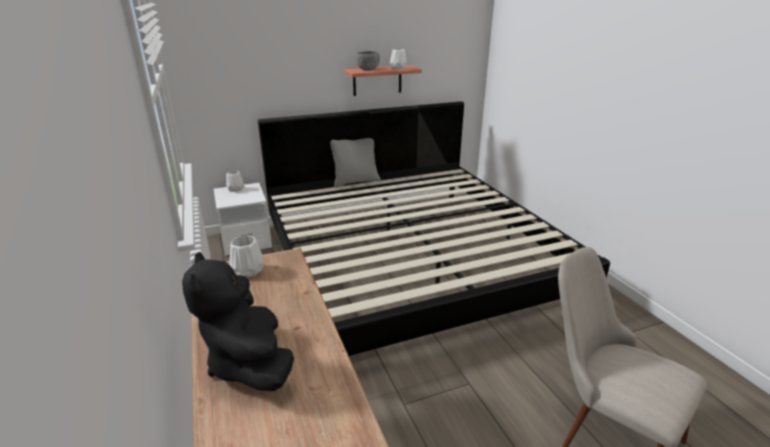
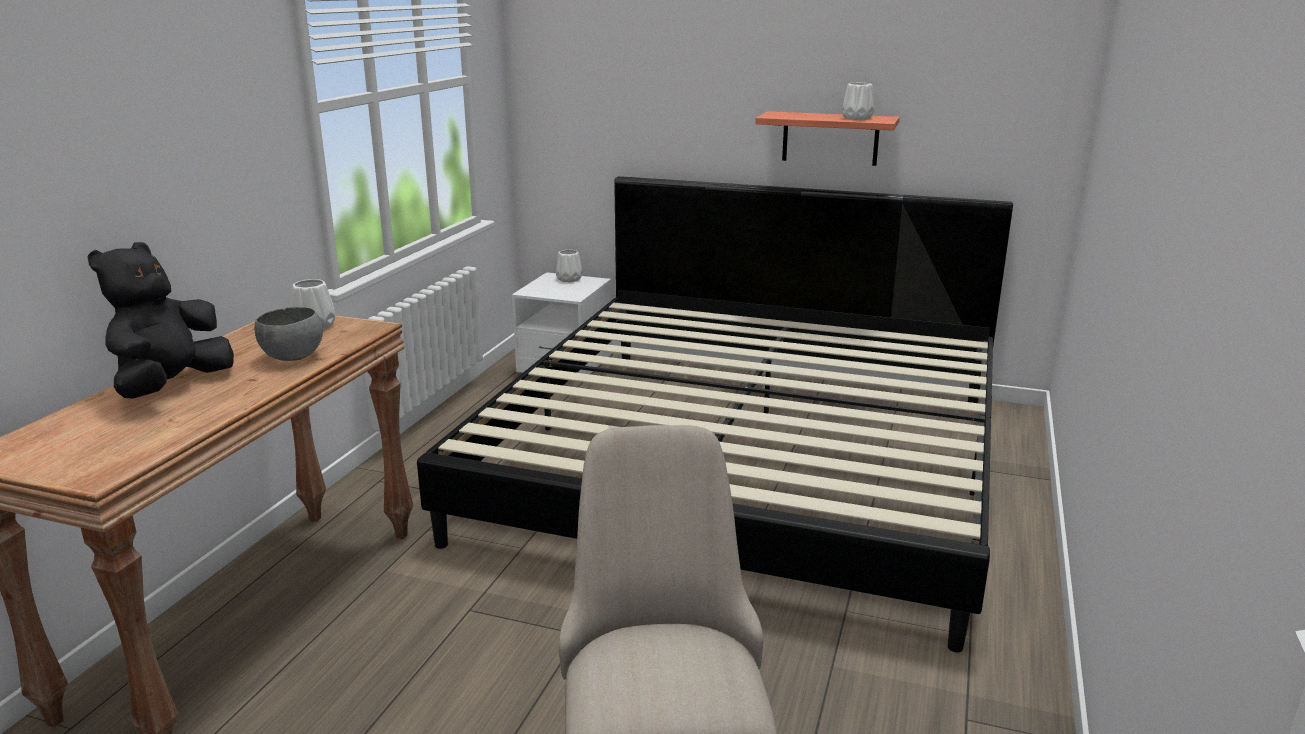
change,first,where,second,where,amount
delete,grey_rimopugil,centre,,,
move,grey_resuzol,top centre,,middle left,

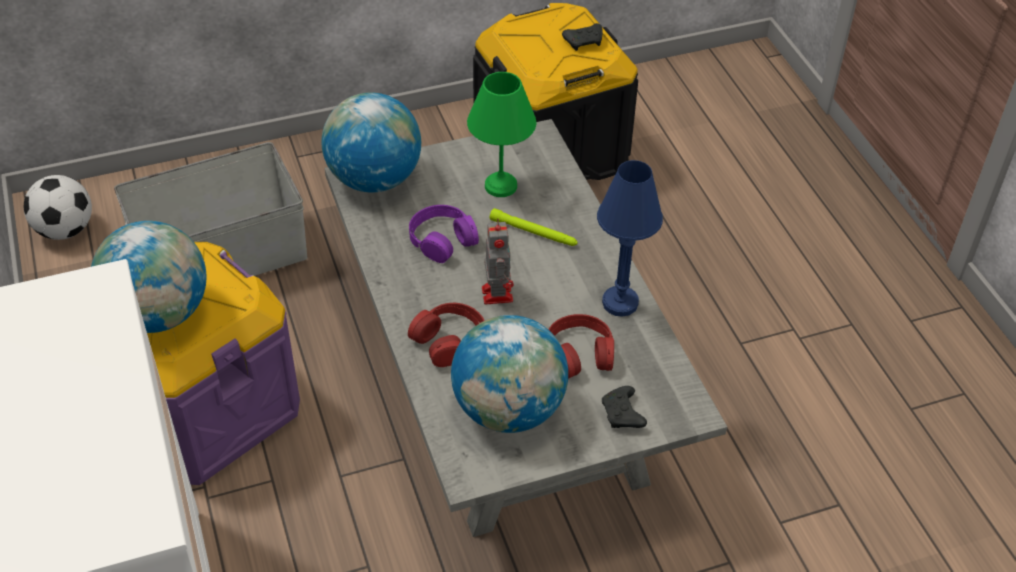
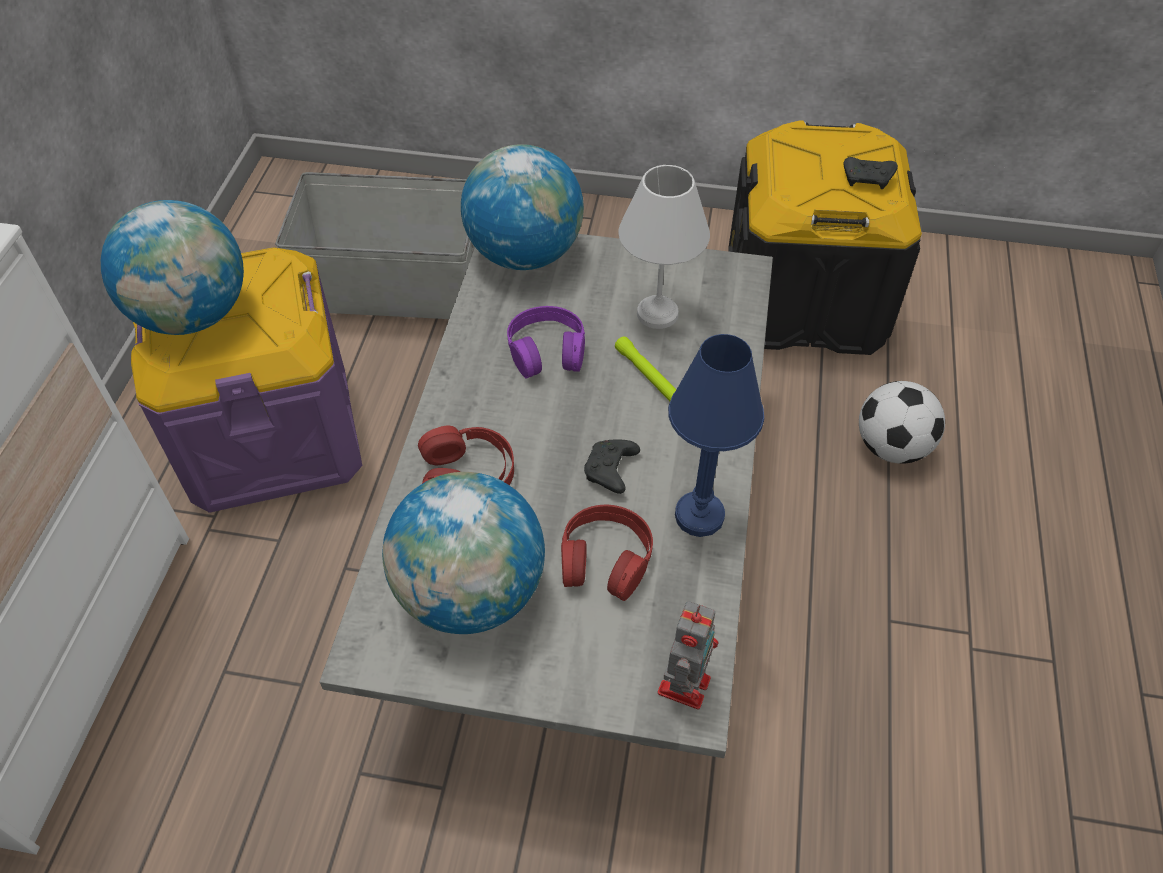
change,first,where,second,where,amount
move,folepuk,middle left,,middle right,
move,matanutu,centre,,bottom centre,
move,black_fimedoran (2nd from left in the first image),bottom centre,black_fimedoran (1st from left),centre,
recolor,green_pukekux,top centre,white_pukekux,top centre,

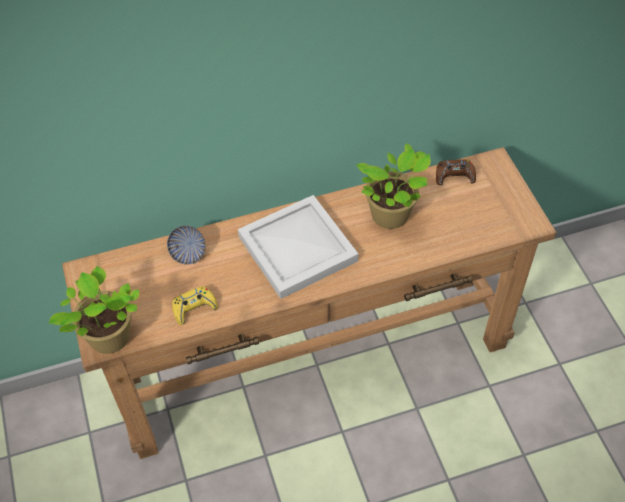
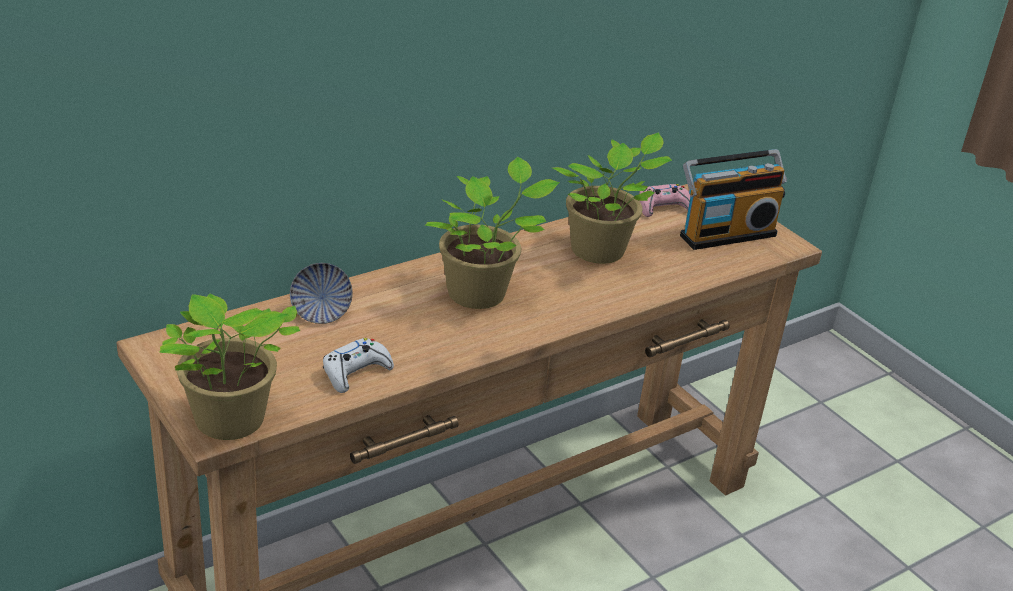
change,first,where,second,where,amount
insert,,,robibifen,middle right,
replace,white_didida,centre,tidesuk (2nd from left),centre,
recolor,yellow_fimedoran,middle left,white_fimedoran,centre,
recolor,brown_fimedoran,middle right,pink_fimedoran,centre,

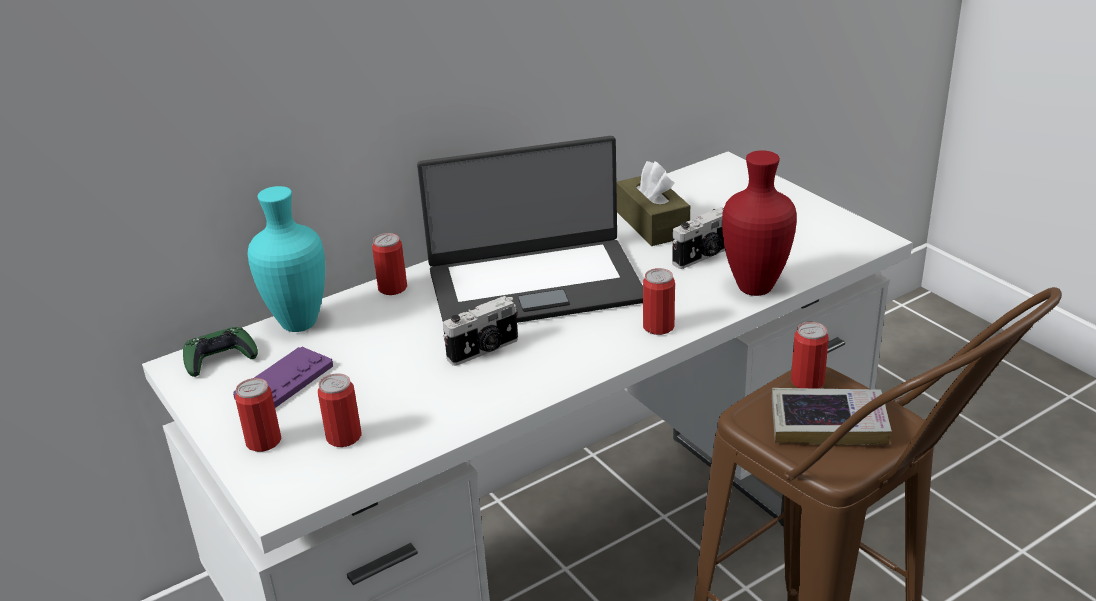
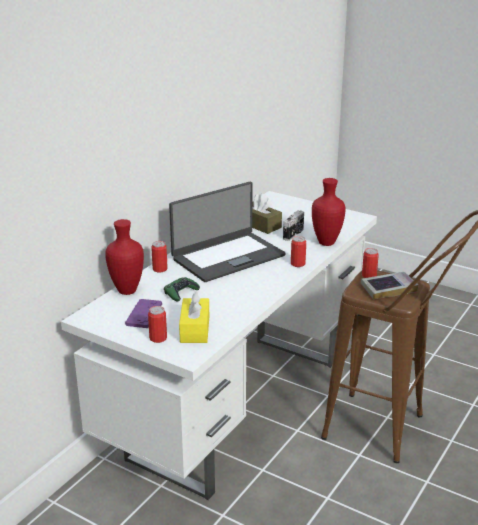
change,first,where,second,where,amount
delete,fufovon (1st from left),centre,,,
move,green_fimedoran,middle left,,centre,
replace,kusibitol (2nd from left),bottom left,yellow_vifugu,centre,
recolor,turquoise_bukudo,middle left,red_bukudo (1st from left),middle left,

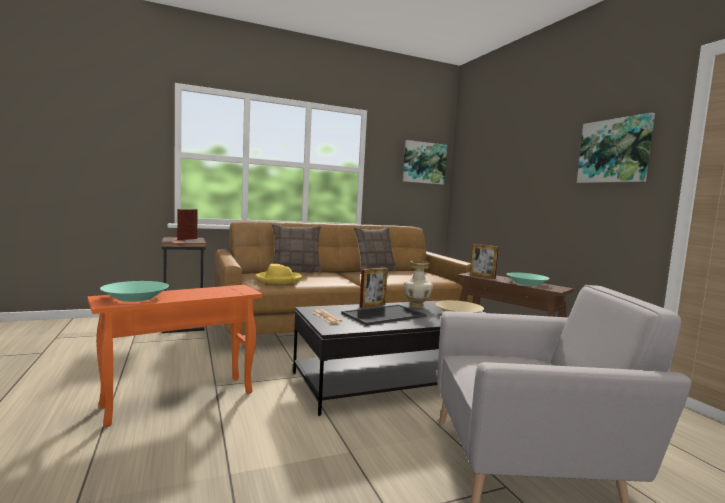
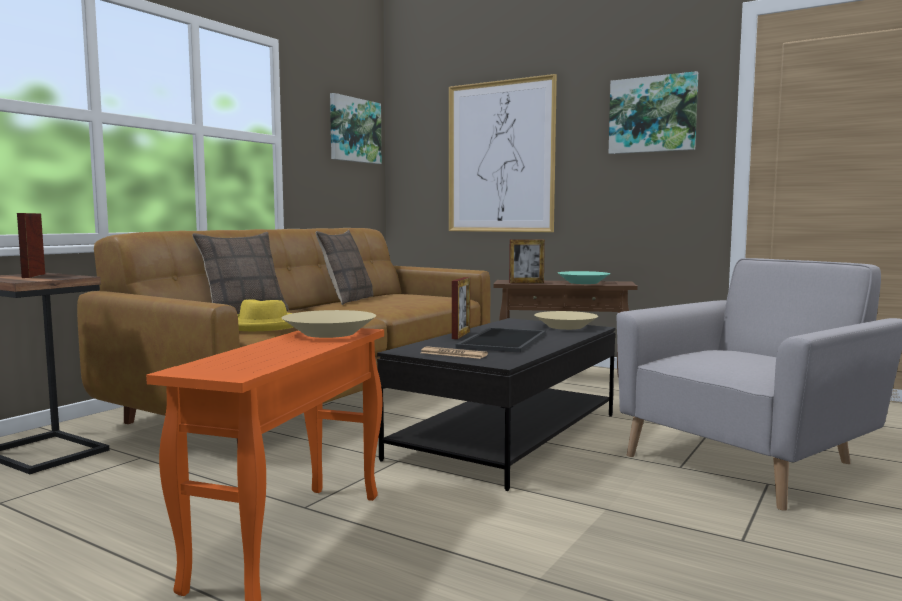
change,first,where,second,where,amount
delete,turquoise_resuzol (1st from left),middle left,,,
delete,bukudo,centre,,,
insert,,,beige_resuzol (1st from left),centre,
insert,,,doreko (2nd from left),top centre,

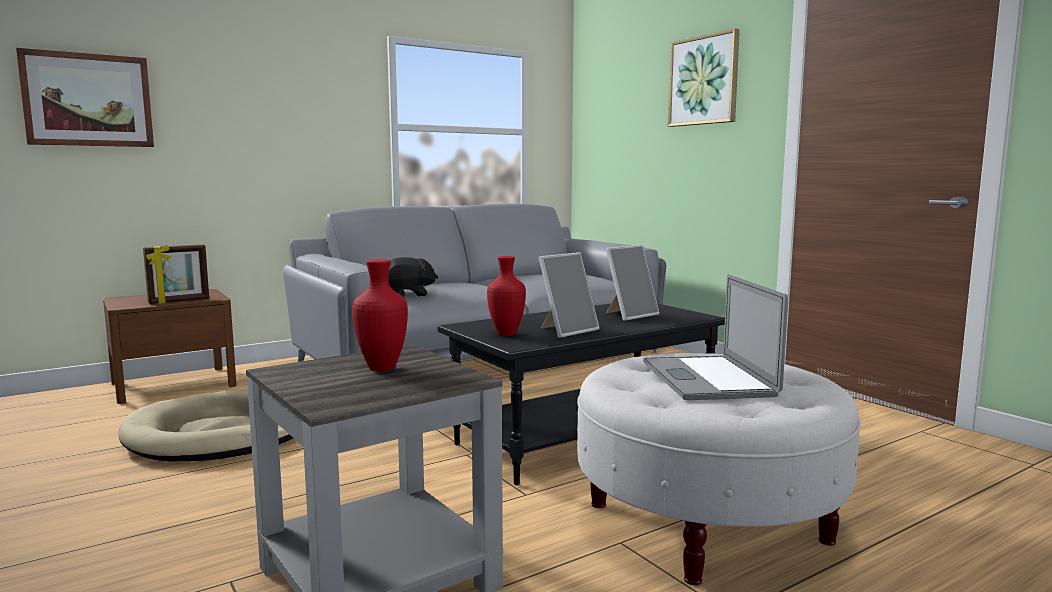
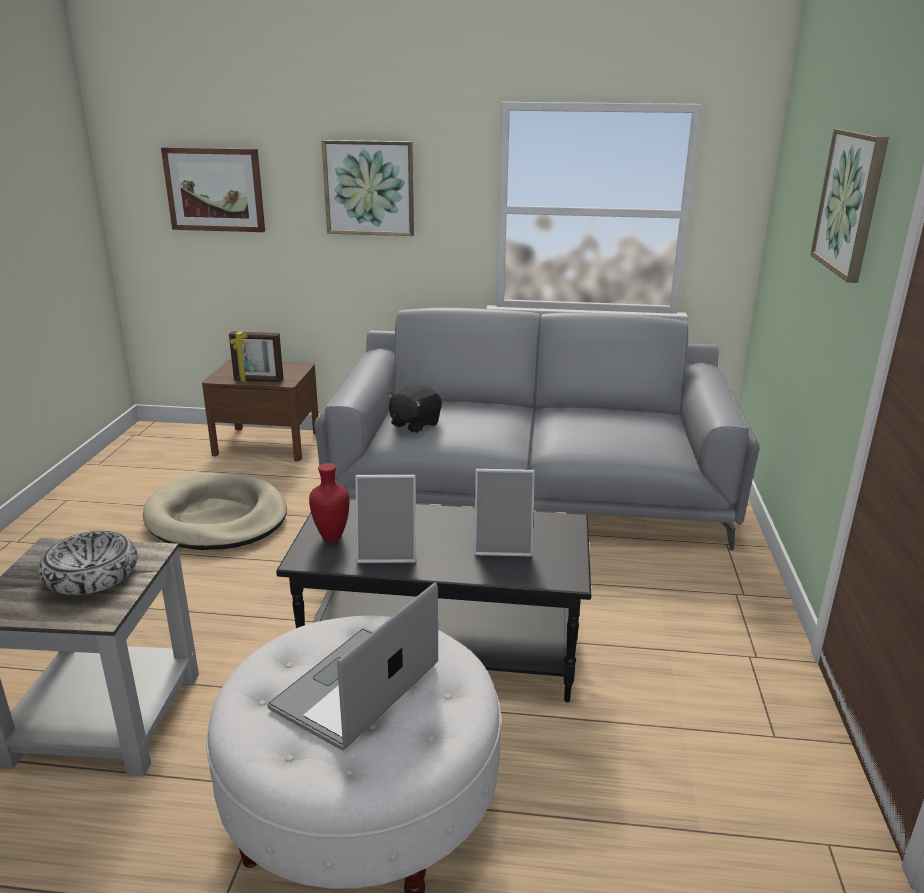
change,first,where,second,where,amount
insert,,,doreko (2nd from left),top centre,
replace,red_bukudo (1st from left),centre,resuzol,middle left,
rotate,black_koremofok,centre,,centre,105 degrees clockwise

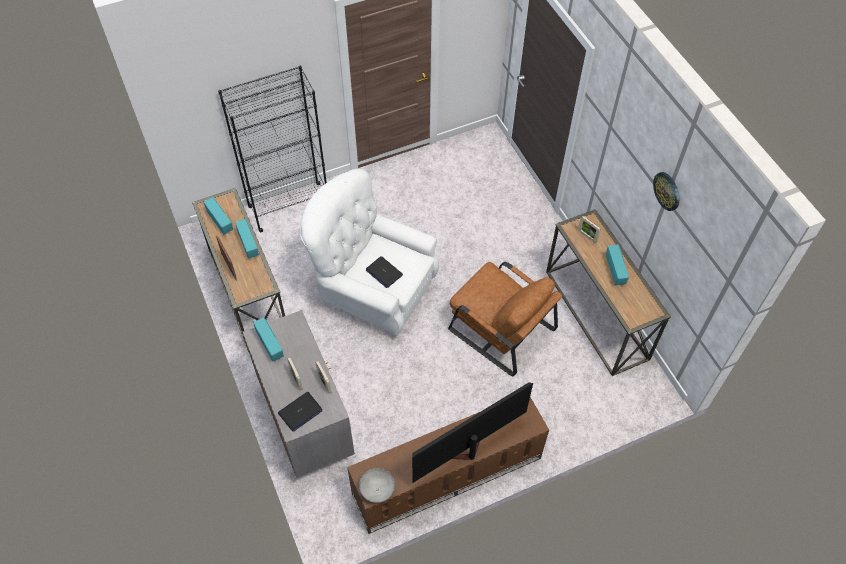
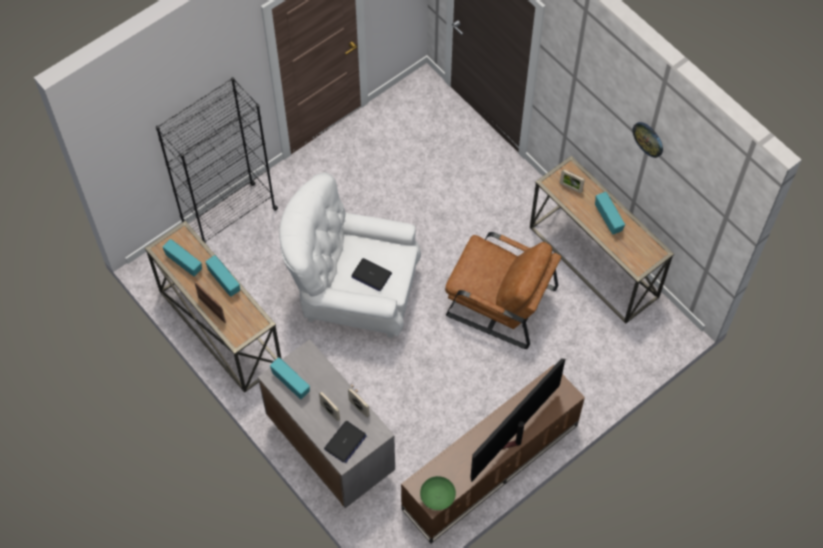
change,first,where,second,where,amount
recolor,grey_resuzol,bottom centre,green_resuzol,bottom centre,

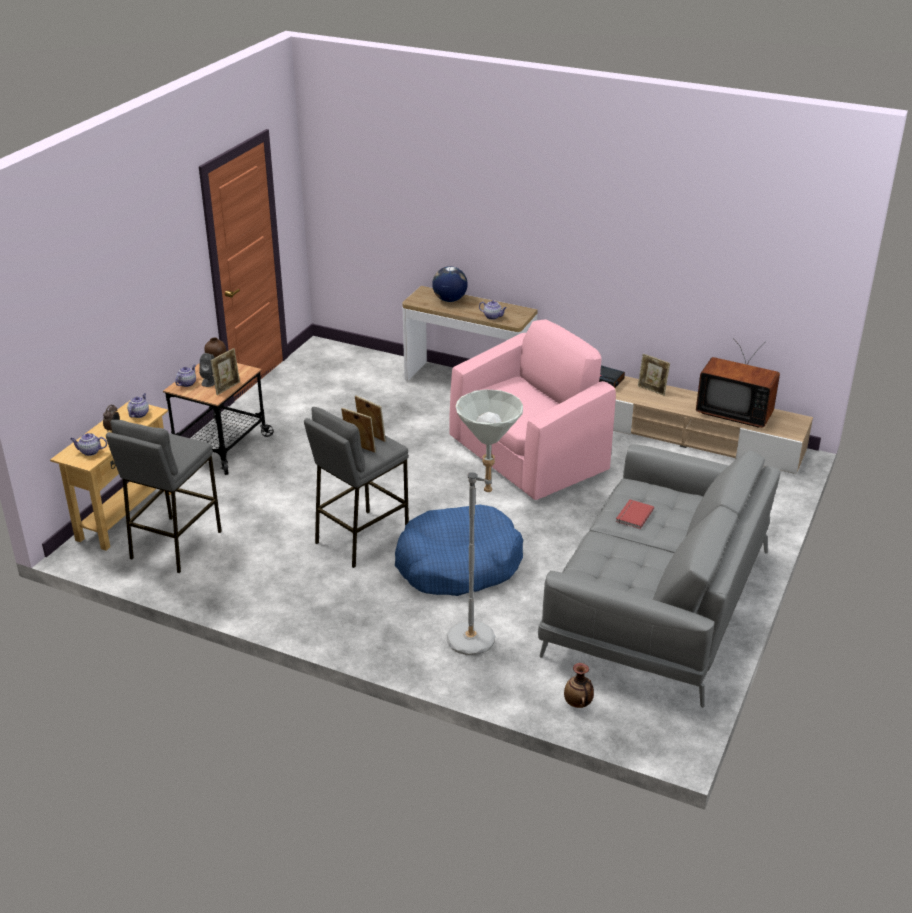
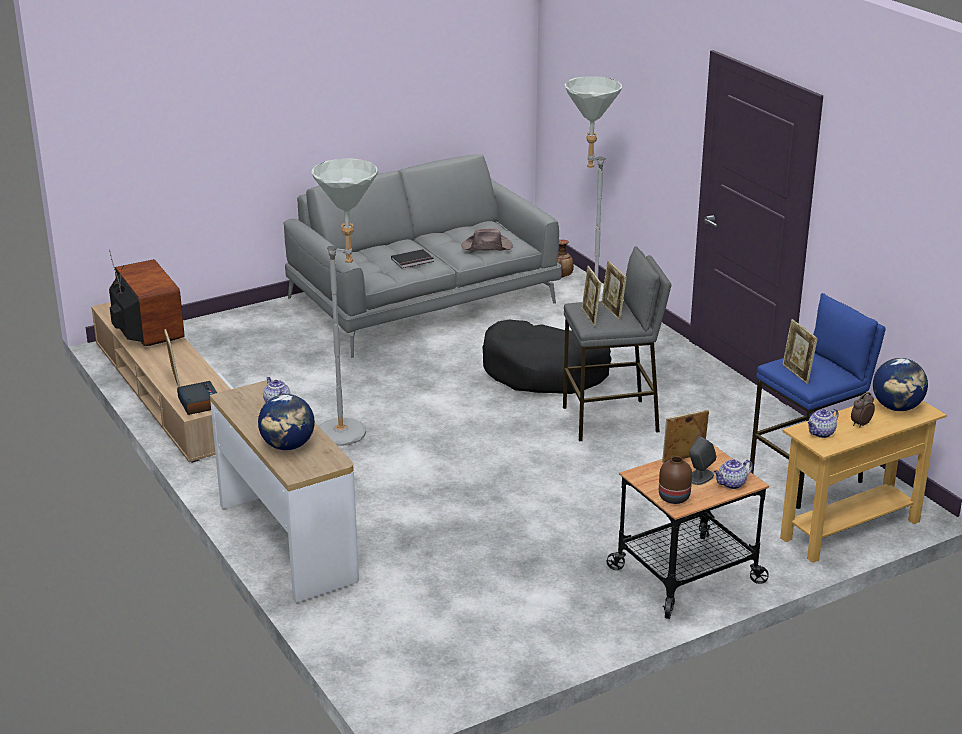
change,first,where,second,where,amount
insert,,,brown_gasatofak,top centre,
insert,,,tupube (5th from left),middle right,
replace,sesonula (1st from left),middle left,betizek (2nd from left),middle right,
replace,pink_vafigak,centre,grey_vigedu (1st from left),centre,
recolor,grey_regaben (1st from left),middle left,blue_regaben,middle right,
recolor,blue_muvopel,centre,black_muvopel,centre,
recolor,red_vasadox,middle right,black_vasadox,centre,

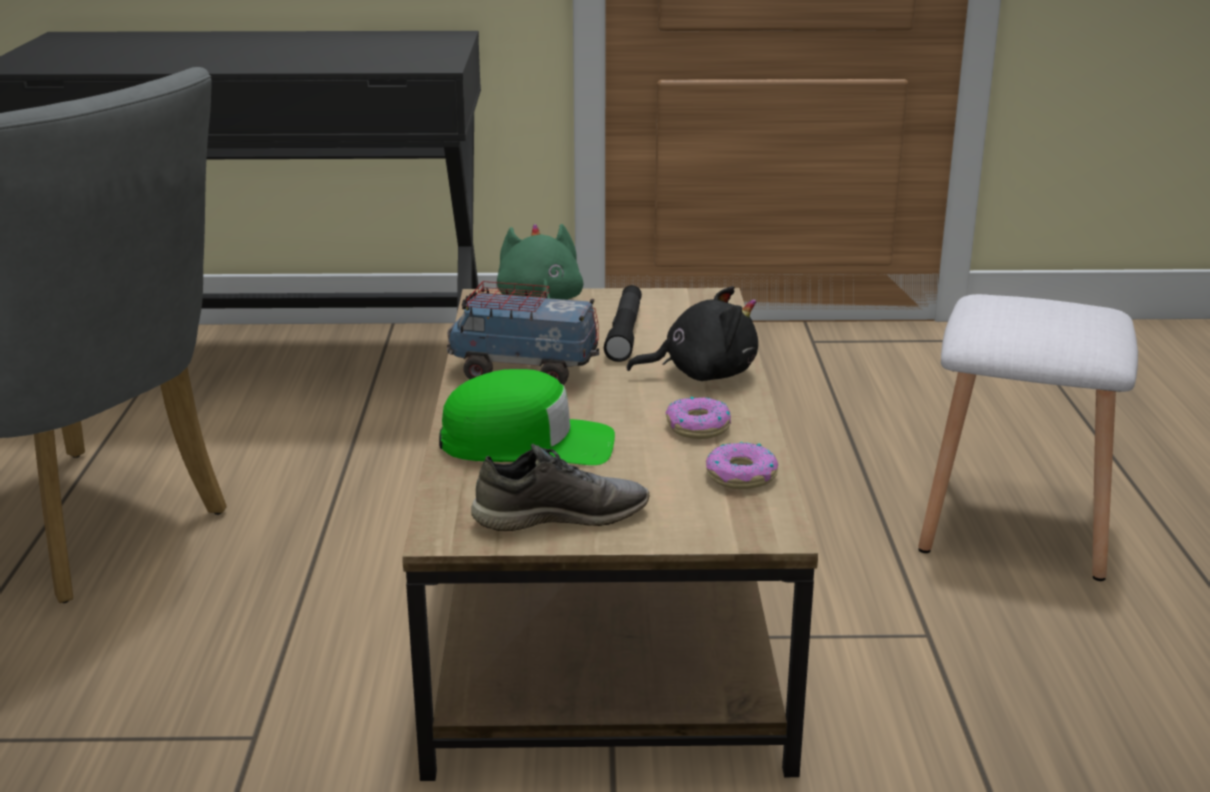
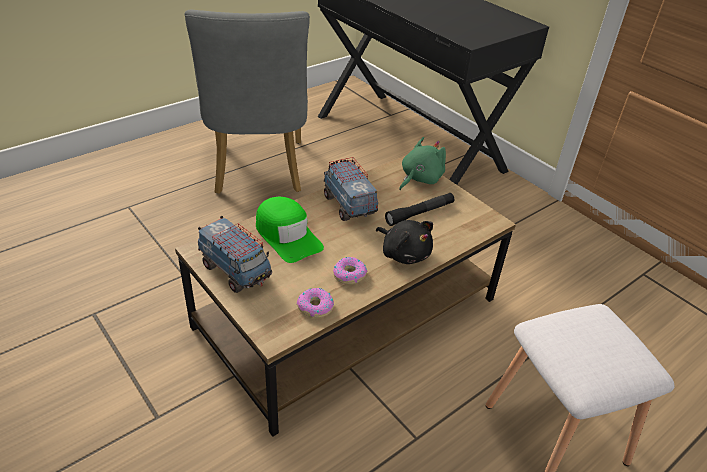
change,first,where,second,where,amount
replace,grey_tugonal,centre,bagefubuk (1st from left),middle left,

